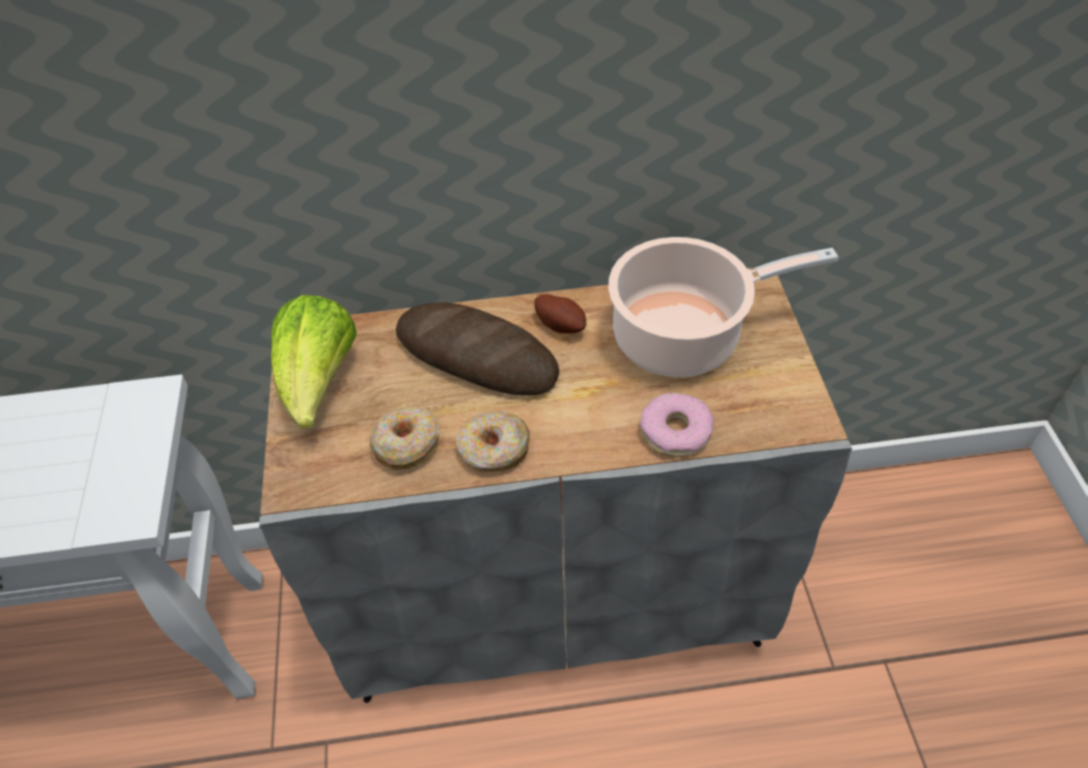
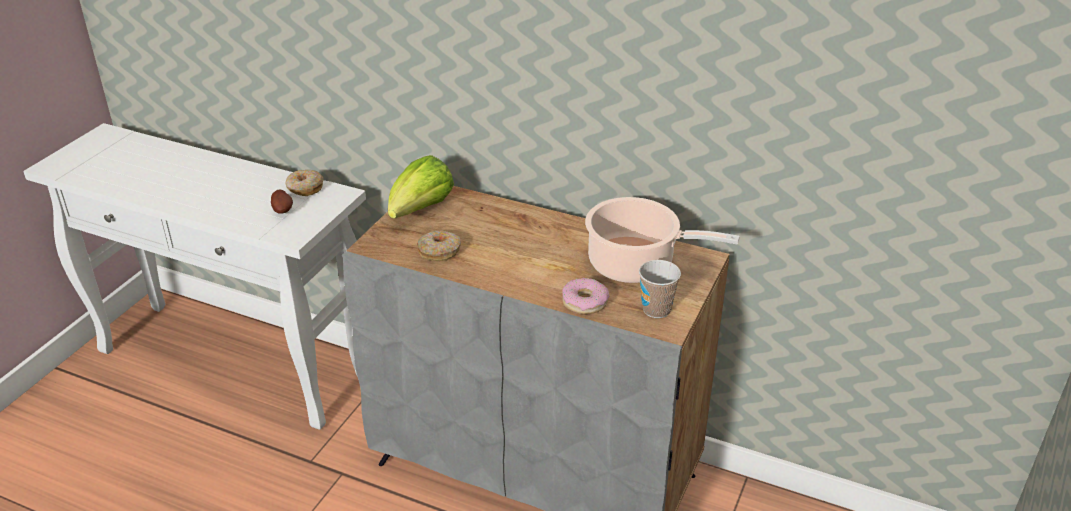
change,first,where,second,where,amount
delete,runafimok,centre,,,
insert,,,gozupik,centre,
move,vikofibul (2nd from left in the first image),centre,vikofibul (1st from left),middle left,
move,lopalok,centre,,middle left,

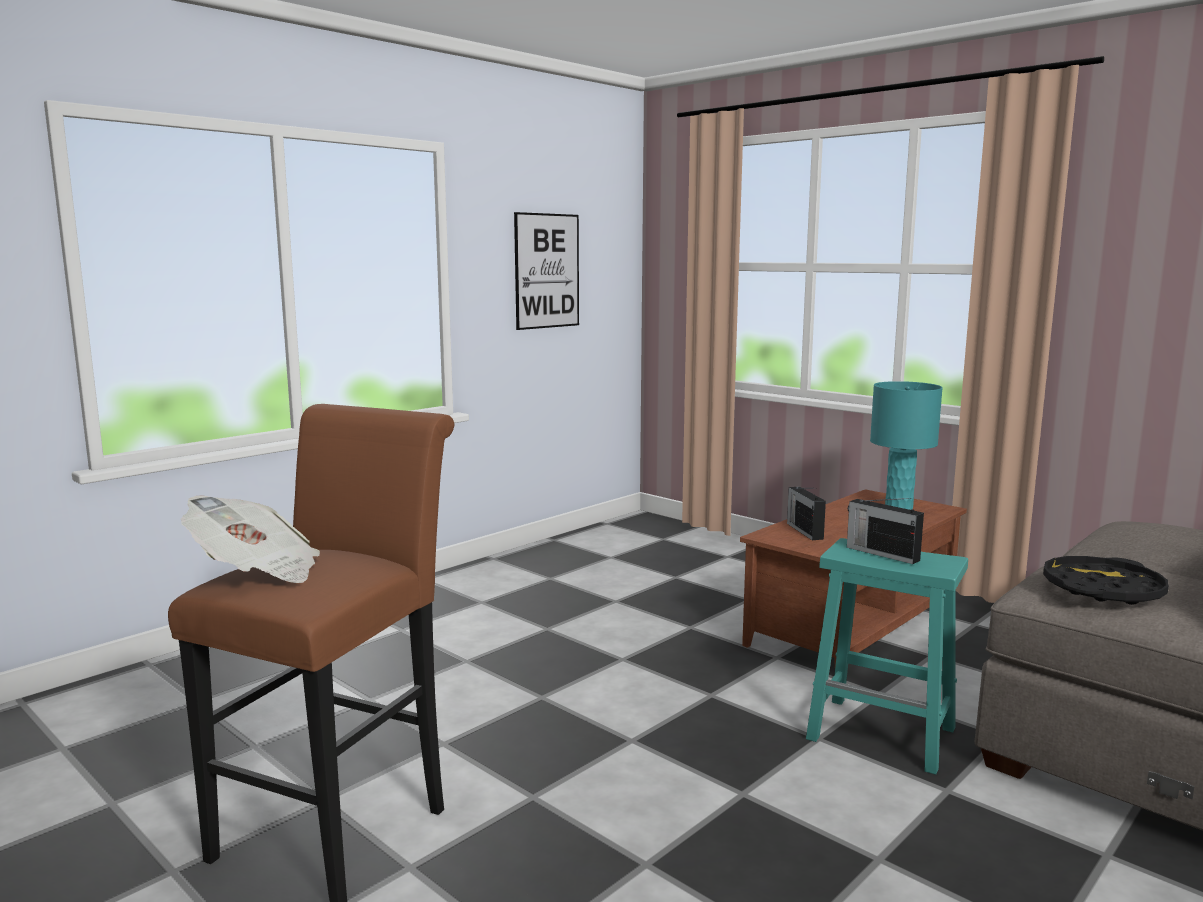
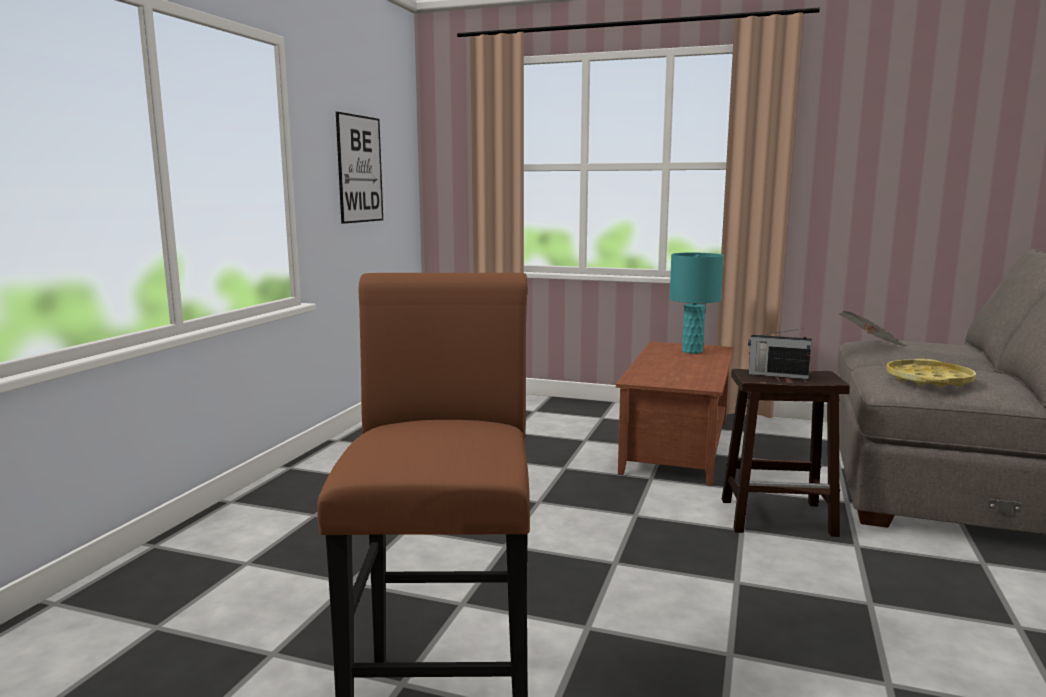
change,first,where,second,where,amount
delete,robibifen (1st from left),middle right,,,
move,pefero,middle left,,middle right,
recolor,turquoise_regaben,bottom right,brown_regaben (2nd from left),middle right,
recolor,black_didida,middle right,yellow_didida,middle right,

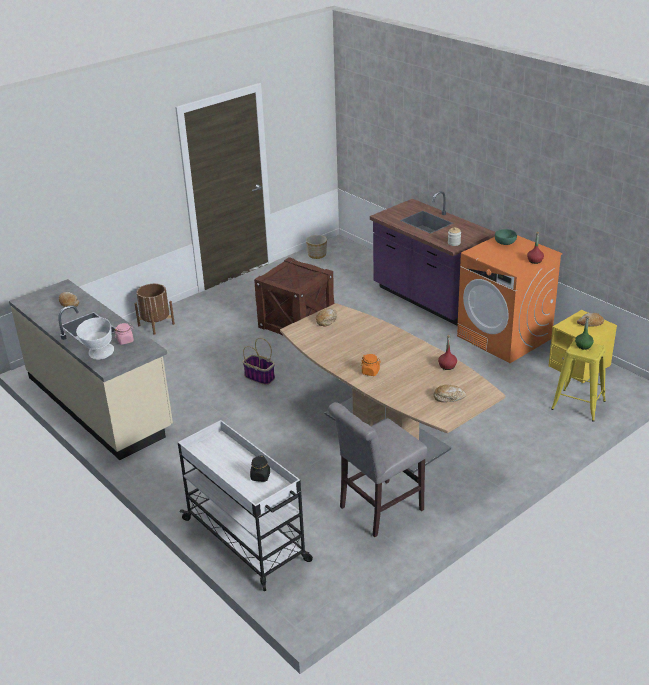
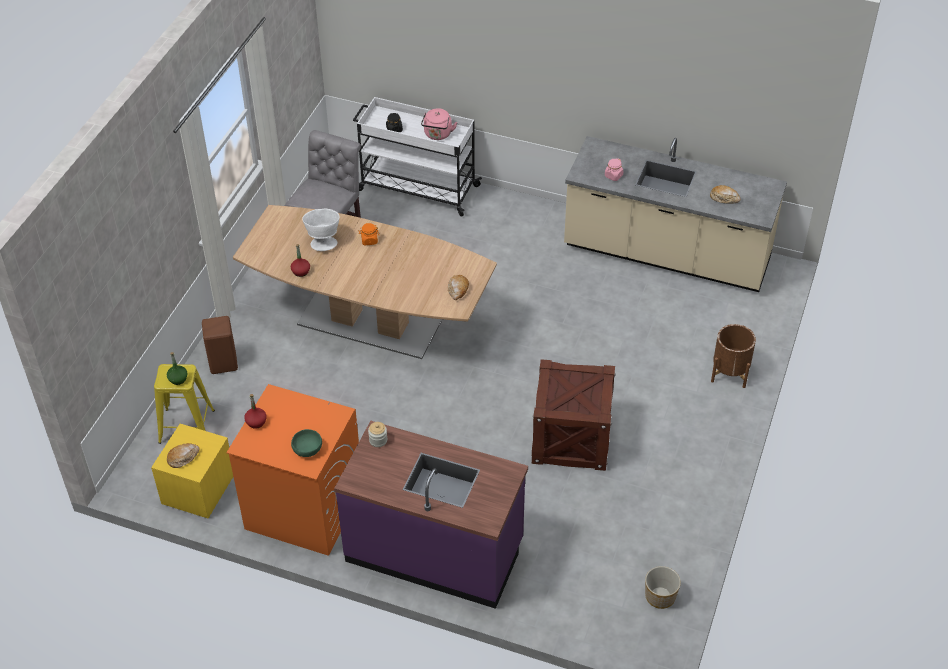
change,first,where,second,where,amount
delete,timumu,centre,,,
delete,runafimok (3rd from left),middle right,,,
insert,,,brown_regaben,middle left,
insert,,,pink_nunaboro,top centre,
move,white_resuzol,middle left,,centre,

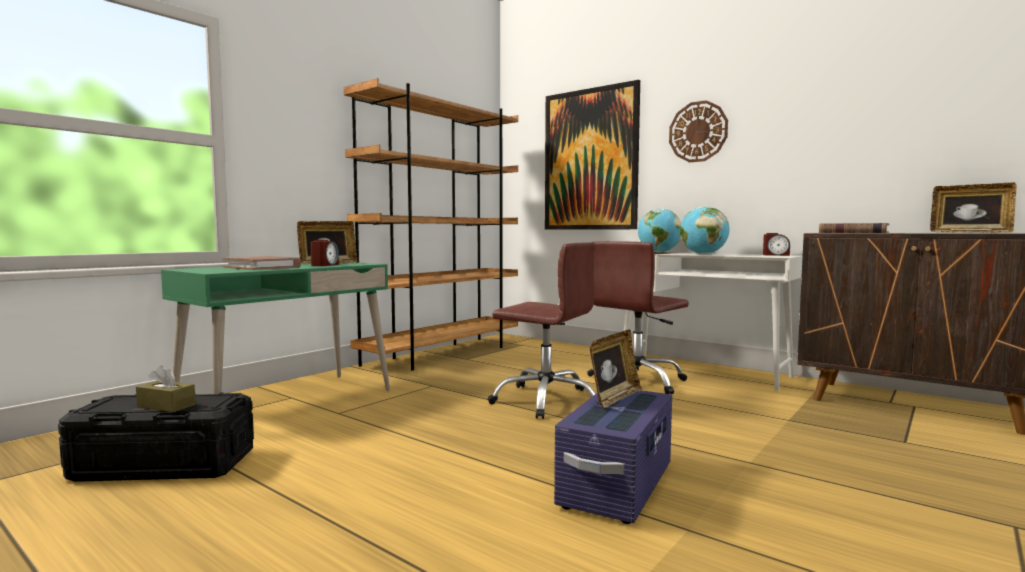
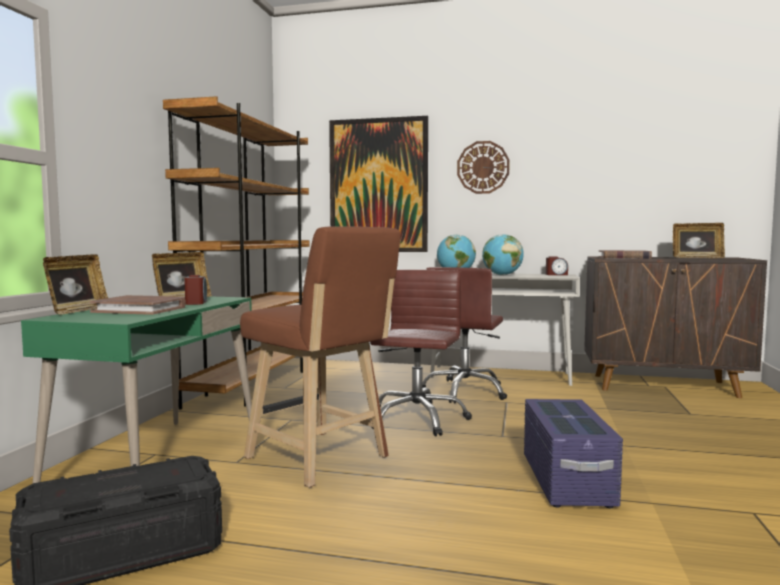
change,first,where,second,where,amount
delete,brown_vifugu,bottom left,,,
insert,,,brown_regaben,centre,
move,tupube (2nd from left in the first image),centre,tupube (1st from left),middle left,
rotate,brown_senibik (1st from left),centre,,centre,75 degrees counterclockwise

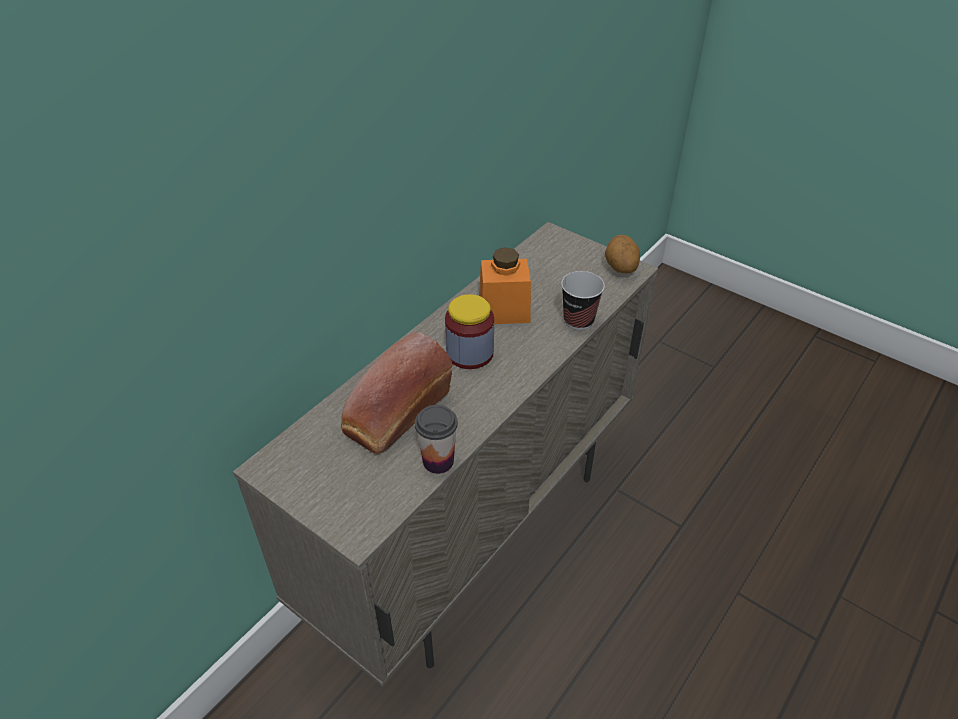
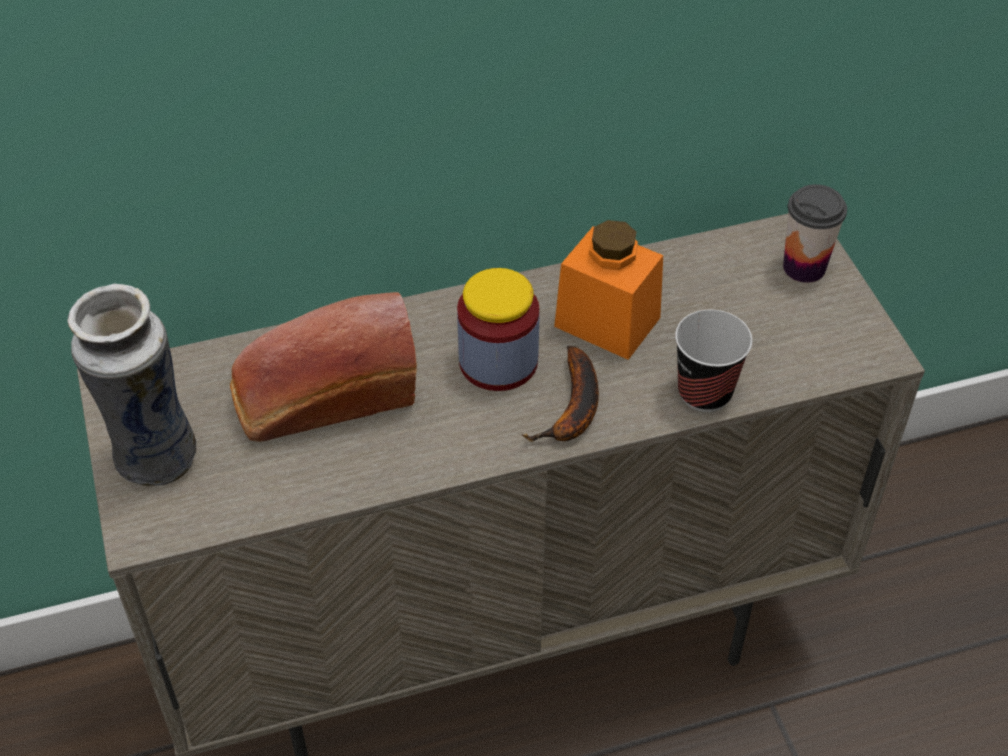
change,first,where,second,where,amount
delete,lopalok,centre,,,
insert,,,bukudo,middle left,
insert,,,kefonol,centre,
move,gozupik (1st from left in the first image),centre,gozupik (2nd from left),top right,

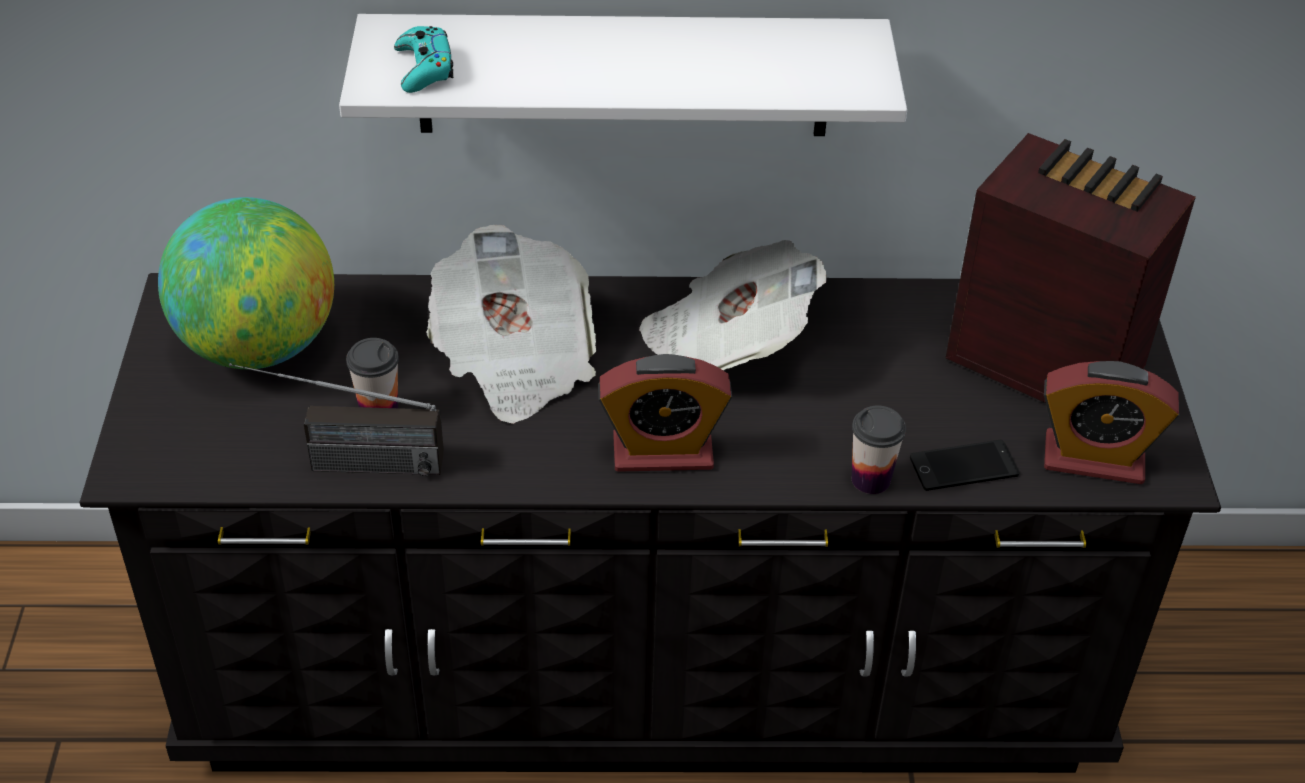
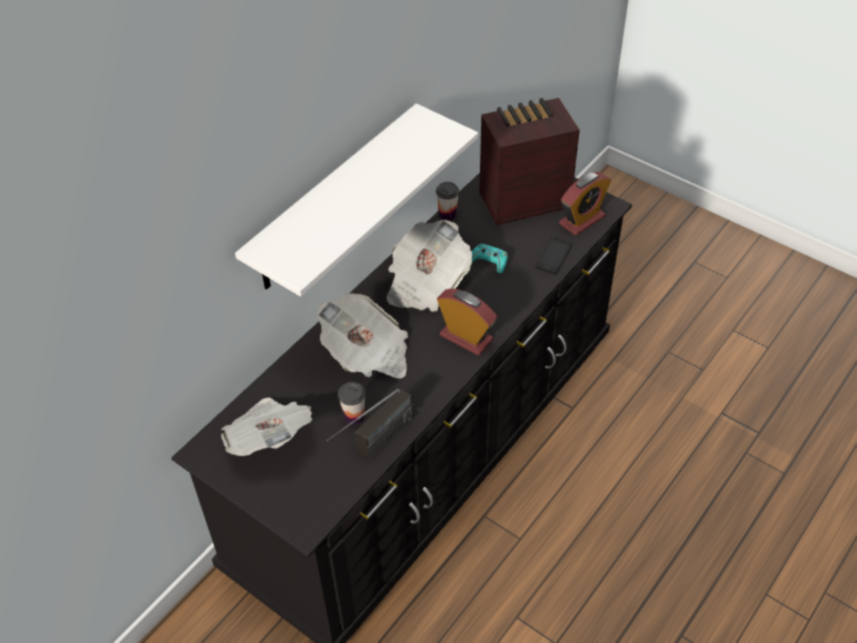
change,first,where,second,where,amount
move,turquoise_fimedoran,top left,,centre,
move,gozupik (2nd from left),middle right,,top centre,
replace,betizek,middle left,pefero (1st from left),middle left,
rotate,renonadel (1st from left),centre,,centre,90 degrees counterclockwise

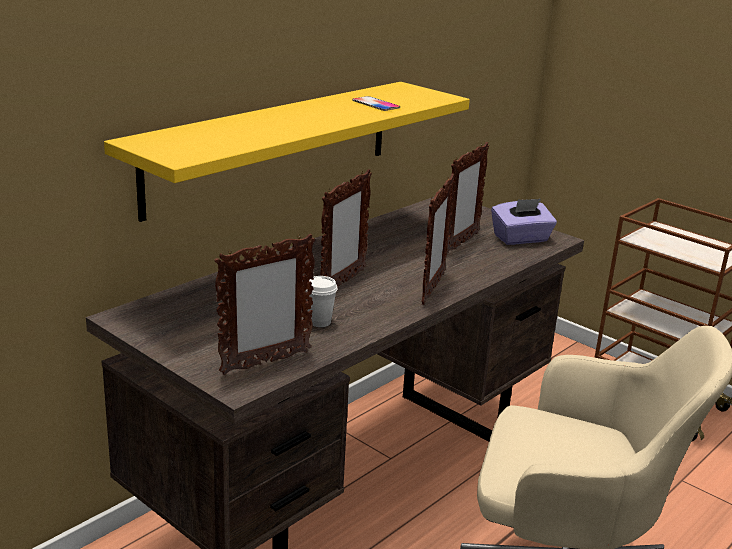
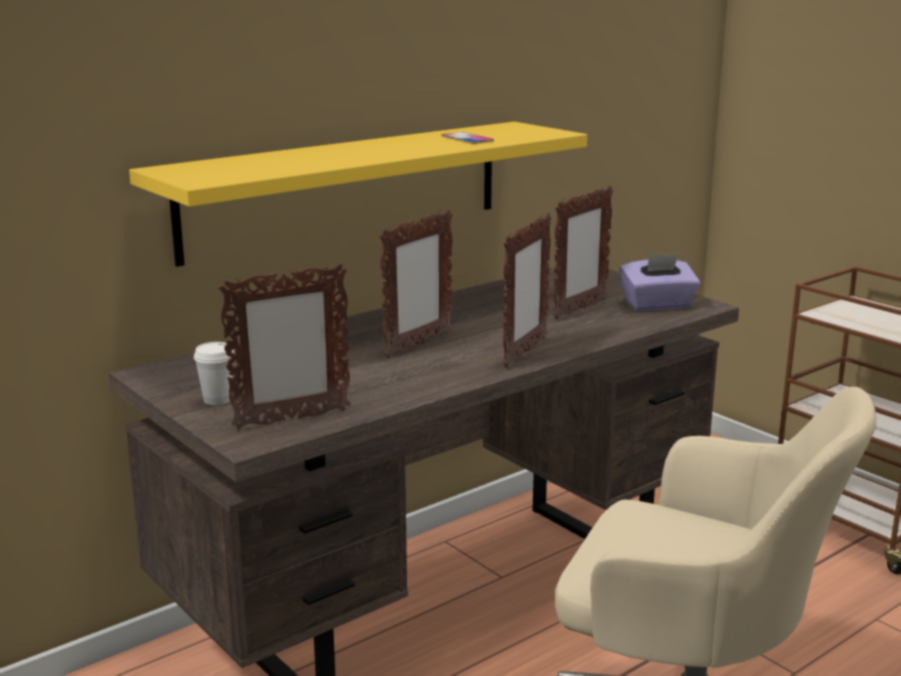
change,first,where,second,where,amount
move,white_gozupik,centre,,middle left,

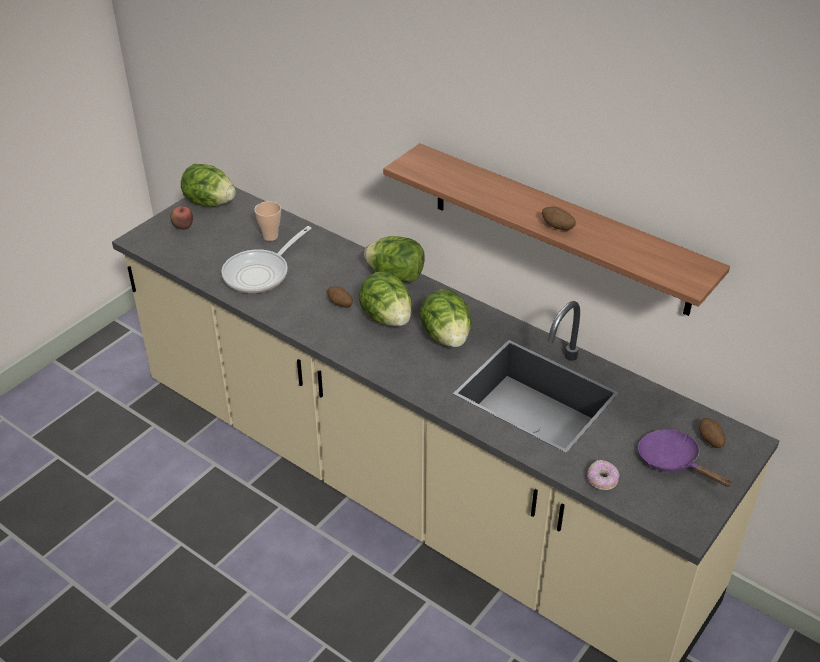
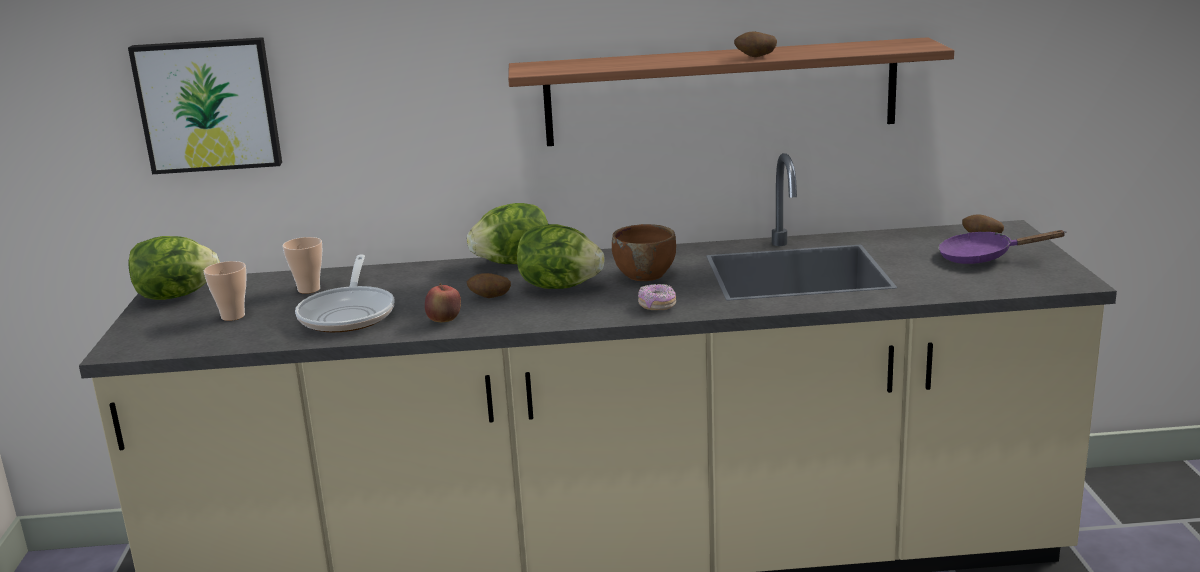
change,first,where,second,where,amount
insert,,,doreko,top left,
insert,,,gozupik (1st from left),middle left,
move,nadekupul,top left,,centre,
move,vikofibul,bottom right,,centre,
replace,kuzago (4th from left),centre,brown_resuzol,centre,

